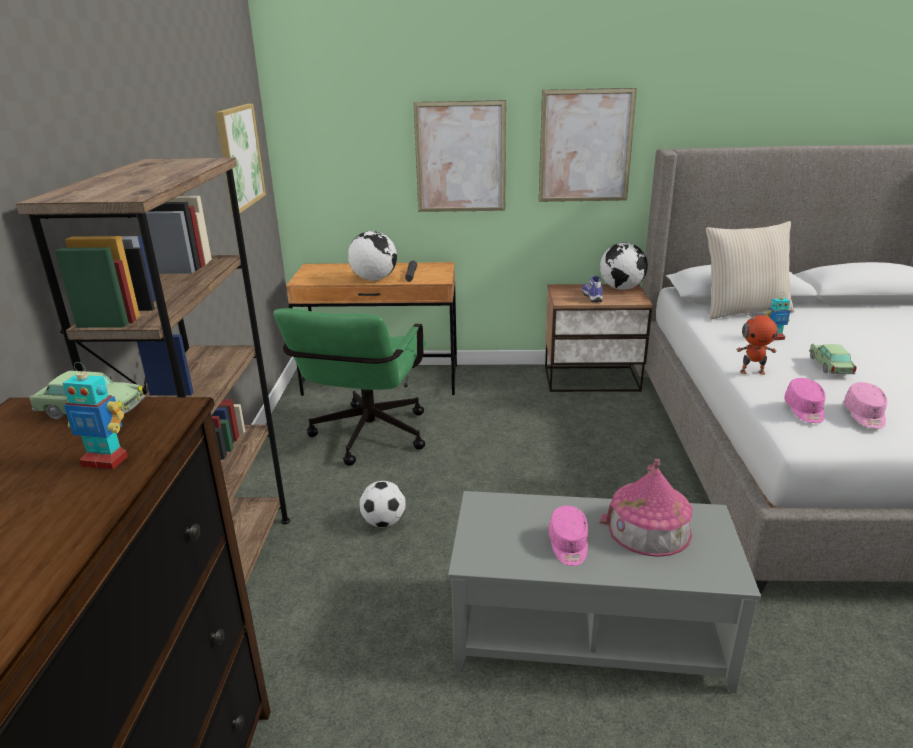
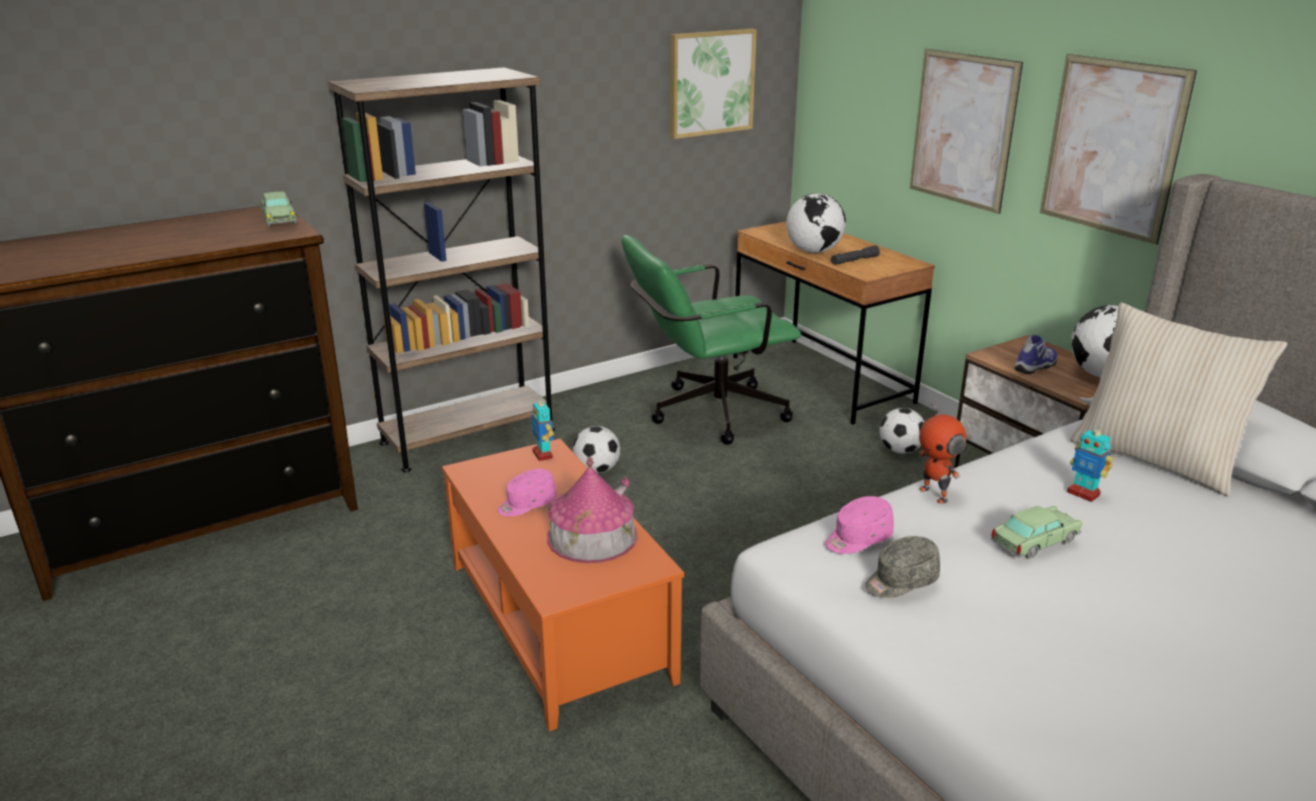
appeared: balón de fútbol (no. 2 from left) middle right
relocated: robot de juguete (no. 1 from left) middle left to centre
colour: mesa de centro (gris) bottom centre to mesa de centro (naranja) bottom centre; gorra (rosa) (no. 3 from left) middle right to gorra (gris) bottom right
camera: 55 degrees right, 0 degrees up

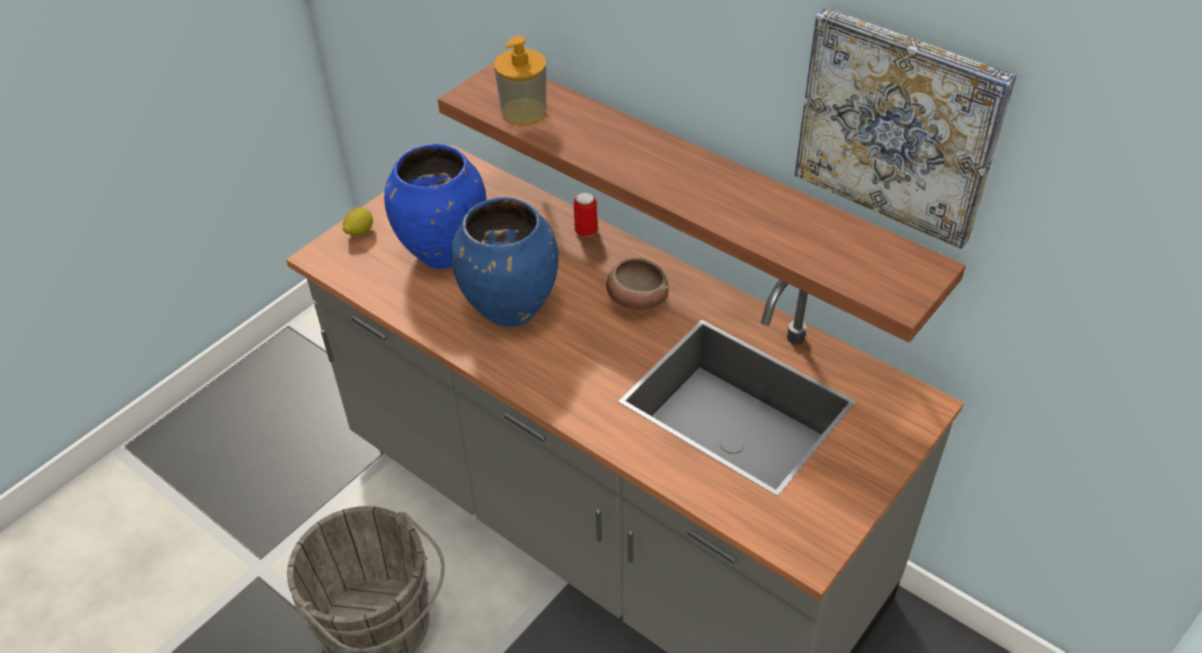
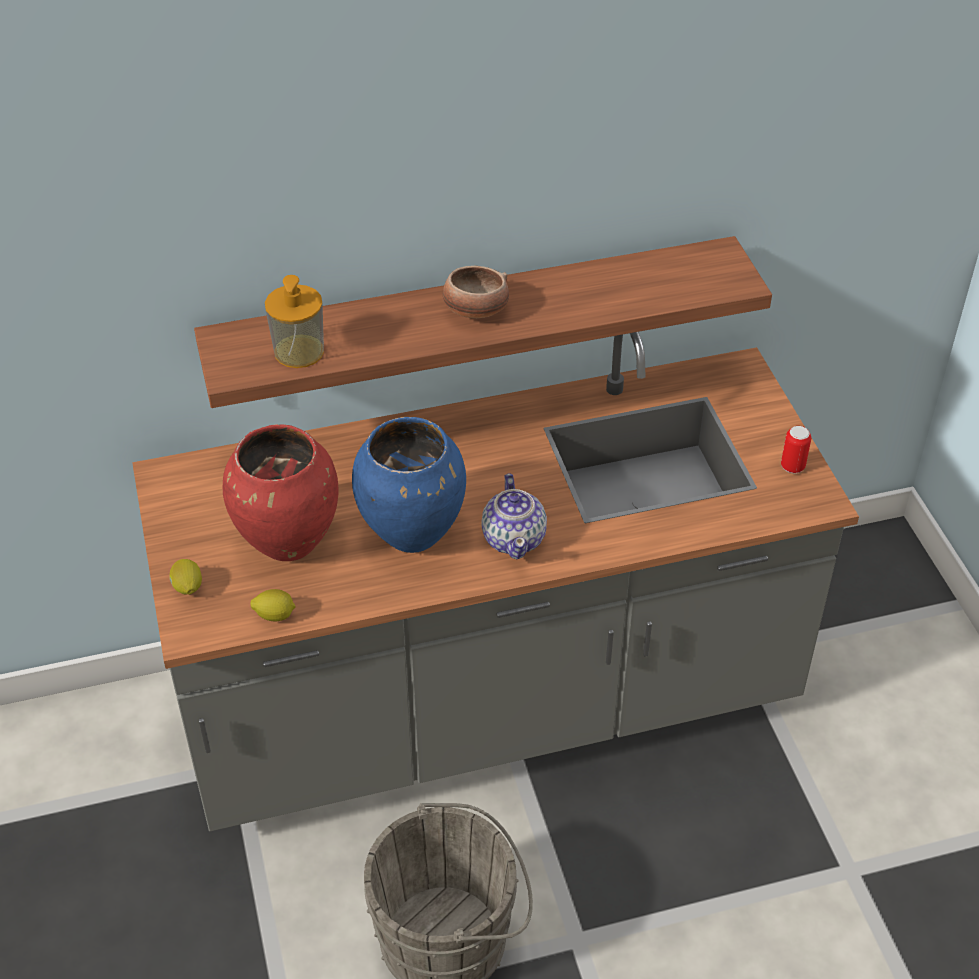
missing: cuadro top right
appeared: limón (no. 2 from left) middle left; tetera centre
relocated: cuenco centre to top centre; lata top centre to middle right
colour: florero (azul) (no. 1 from left) top centre to florero (rojo) middle left
camera: 55 degrees left, 0 degrees up

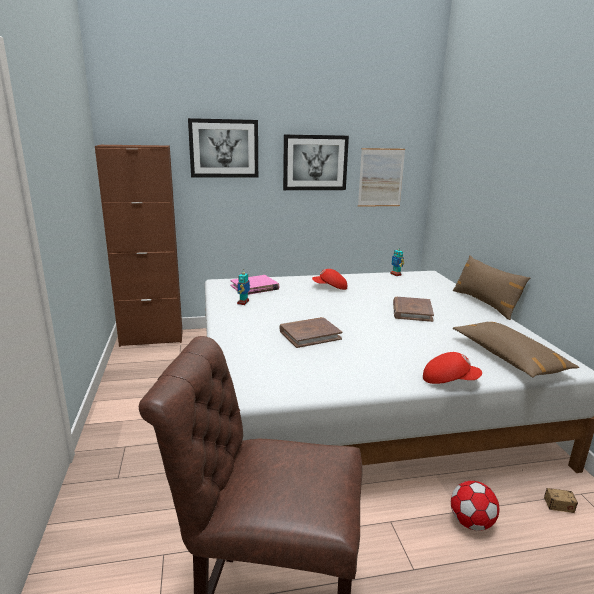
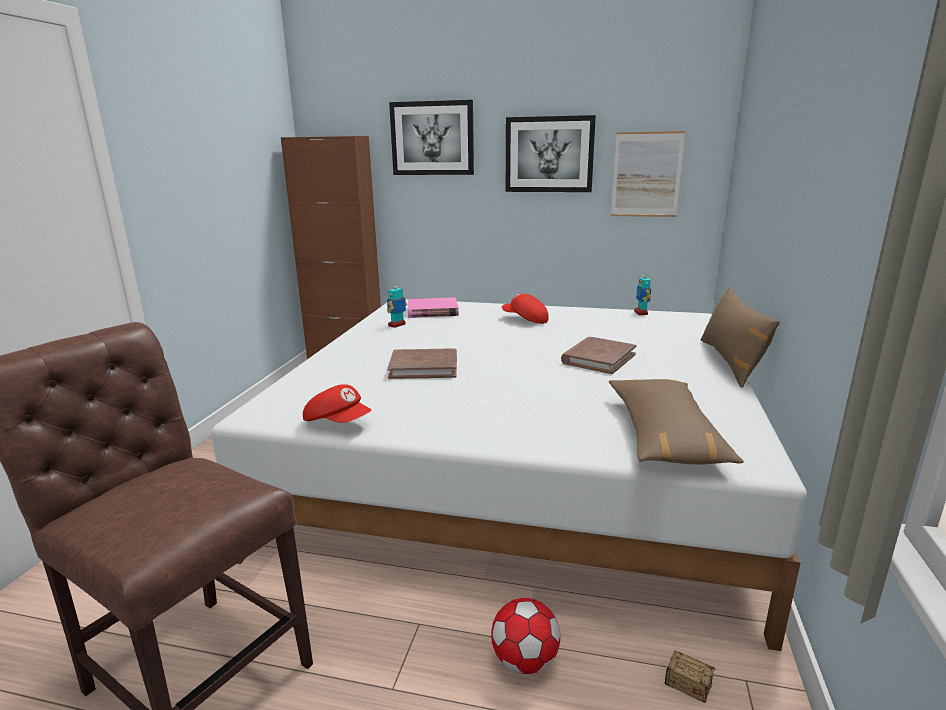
relocated: gorra (rojo) (no. 2 from left in the first image) middle right to gorra (rojo) (no. 1 from left) centre
camera: 25 degrees right, 0 degrees up

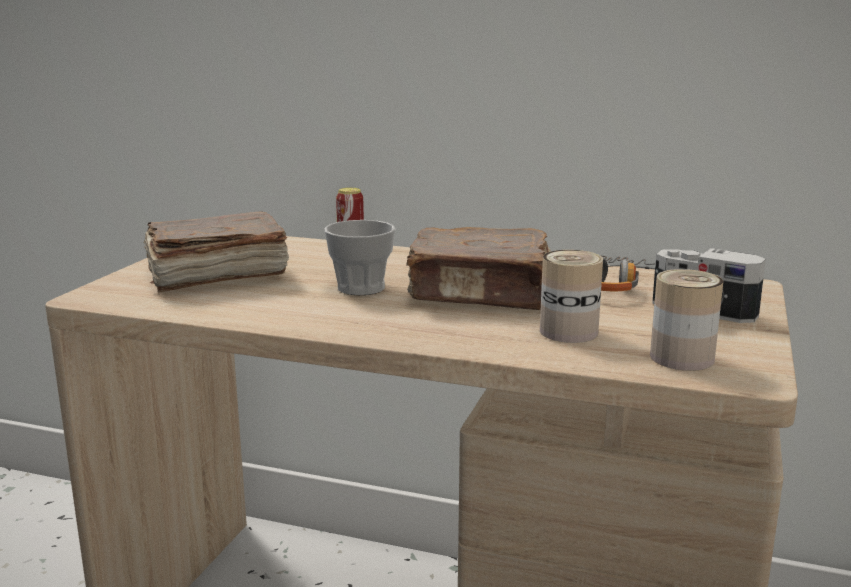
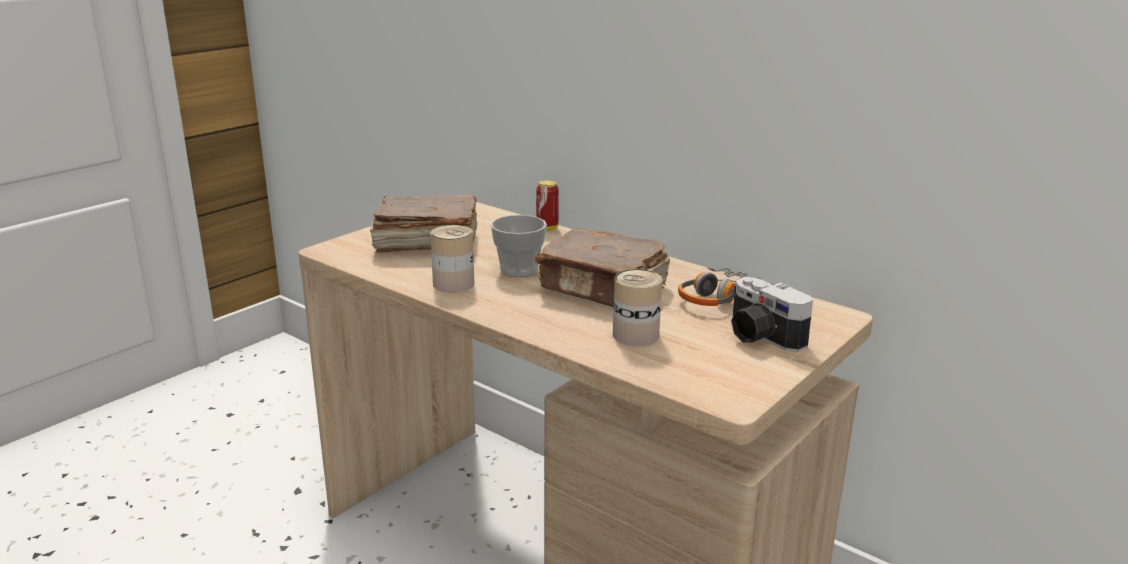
relocated: lata (no. 3 from left in the first image) middle right to lata (no. 1 from left) centre
camera: 20 degrees right, 5 degrees up

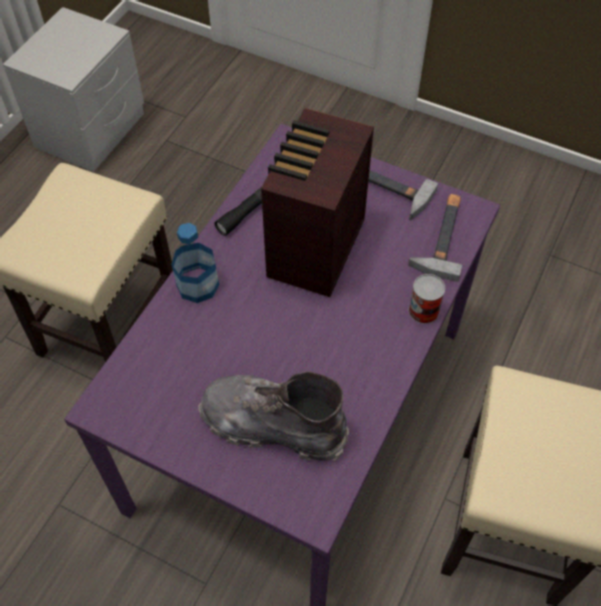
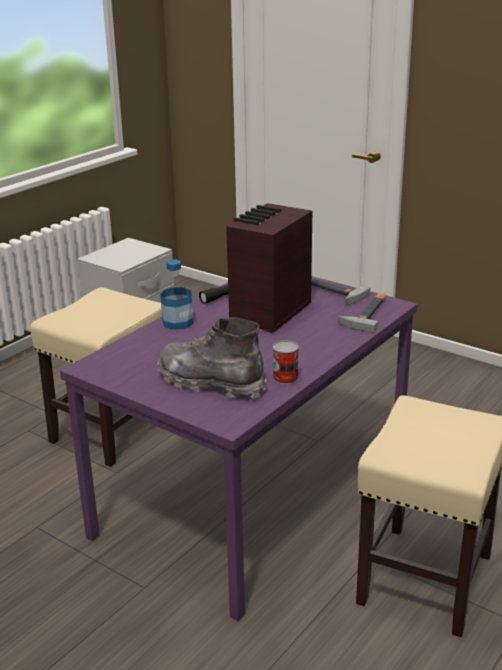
relocated: lata middle right to centre
camera: 10 degrees right, 30 degrees down

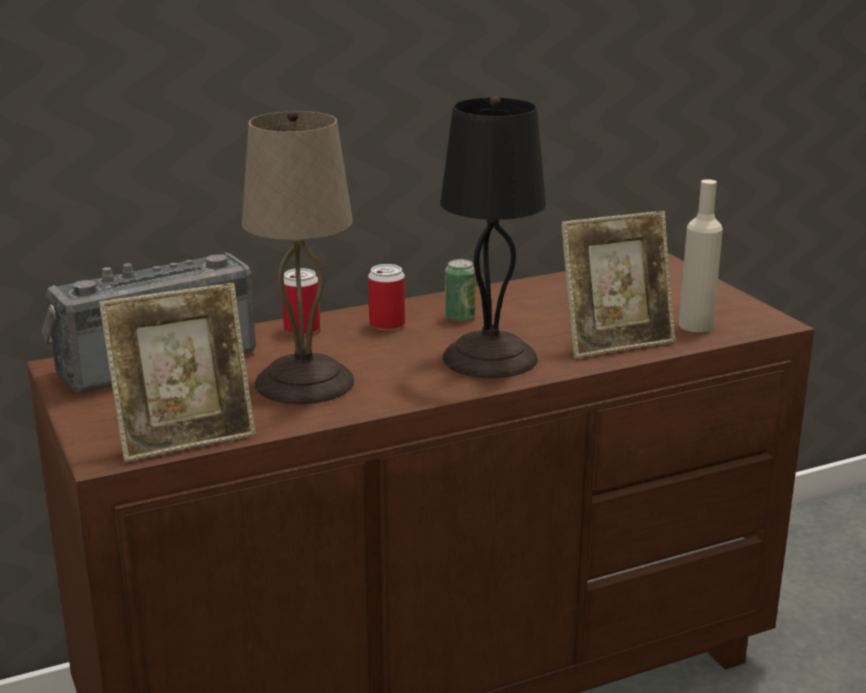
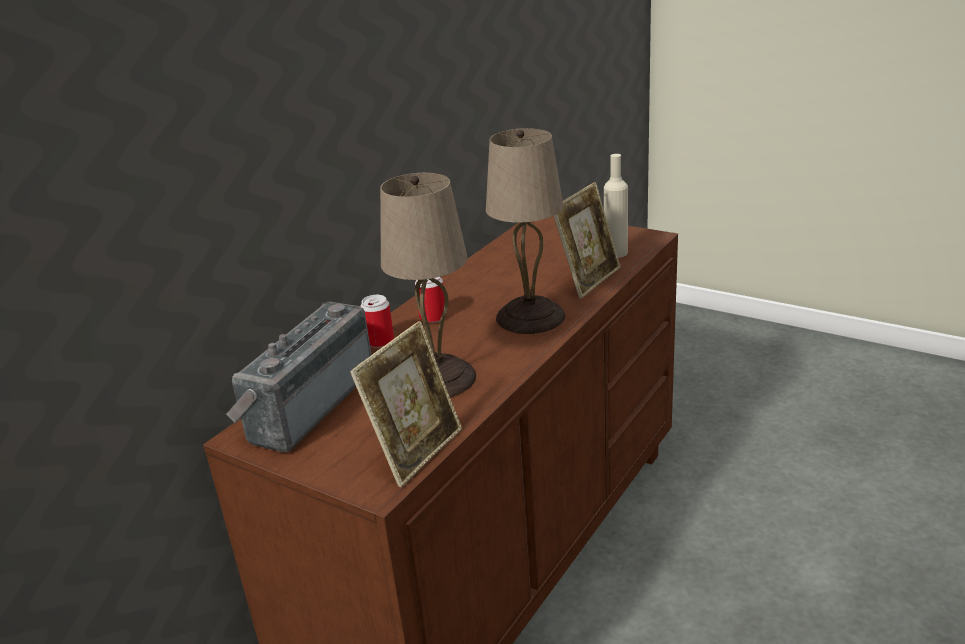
missing: lata (no. 3 from left) centre
colour: lámpara de mesa (negro) centre to lámpara de mesa (beis) (no. 2 from left) centre
camera: 30 degrees left, 5 degrees up

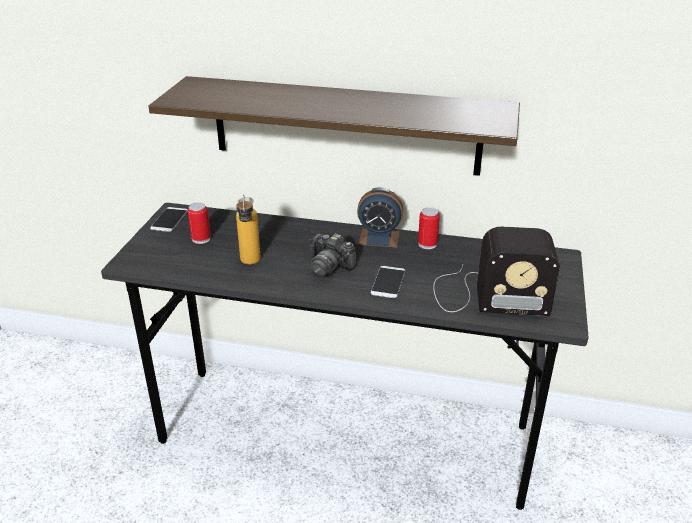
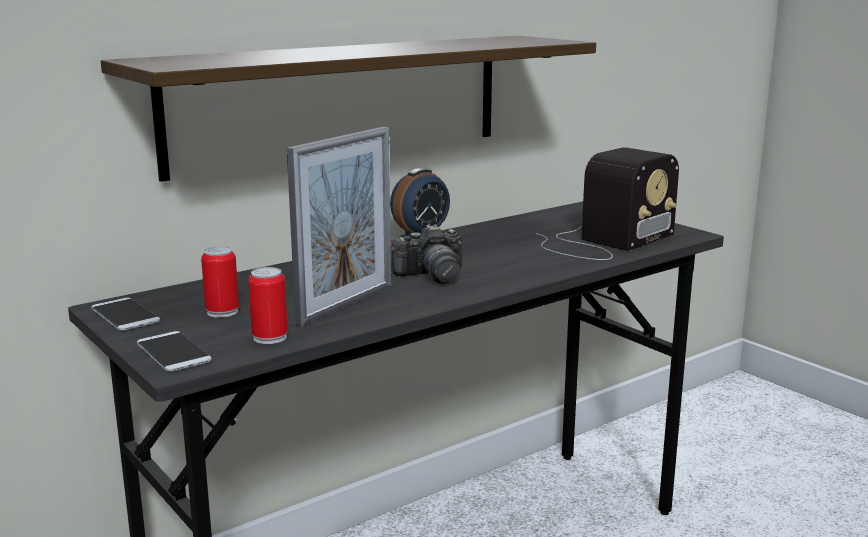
relocated: móvil (no. 2 from left) centre to middle left; lata (no. 2 from left) centre to middle left
exchanged: botella centre to portarretratos centre
camera: 50 degrees left, 15 degrees down

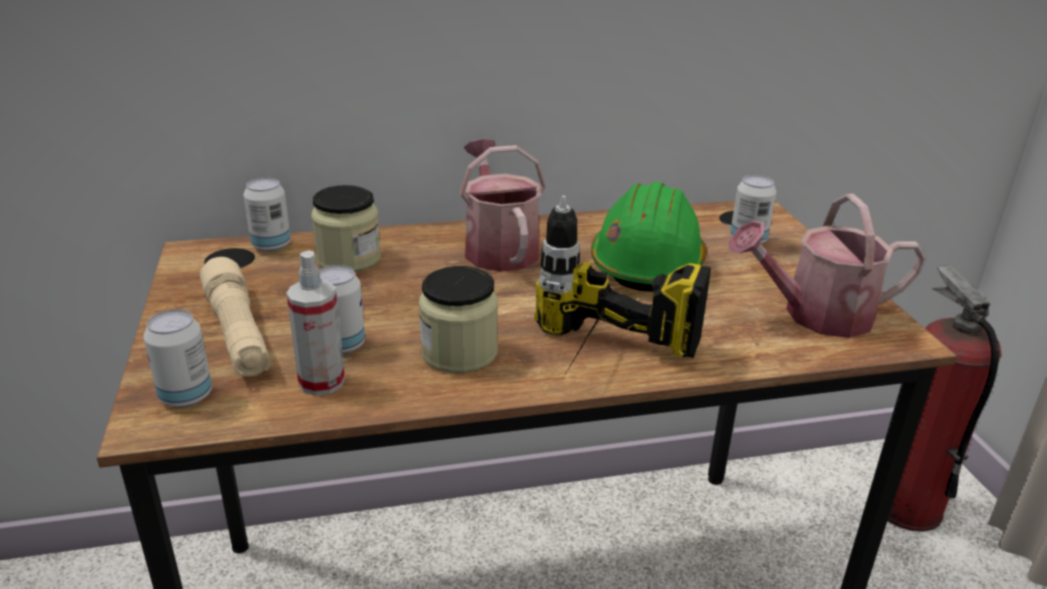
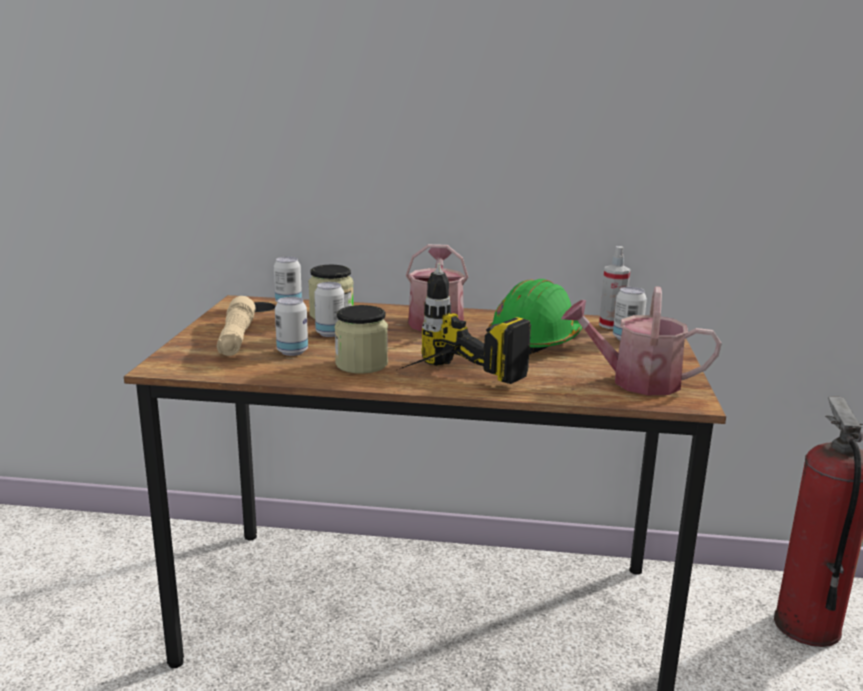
relocated: lata (no. 1 from left in the first image) middle left to lata (no. 3 from left) centre; pulverizador middle left to middle right
camera: 20 degrees right, 10 degrees down

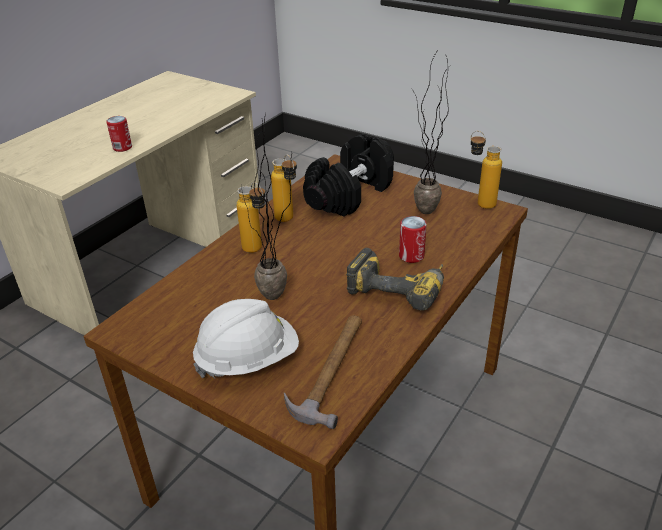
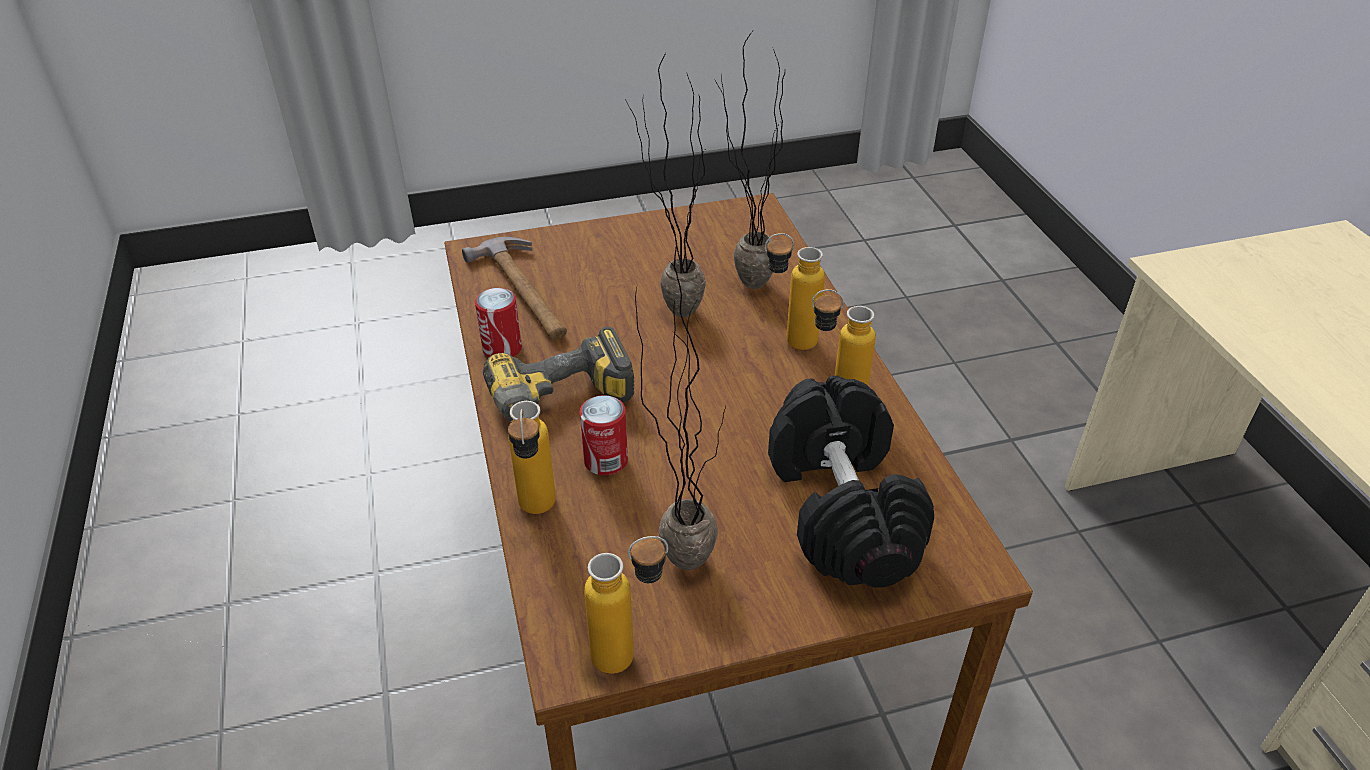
missing: casco (blanco) centre
appeared: botella (no. 1 from left) centre; planta en maceta (no. 3 from left) top centre
relocated: lata (no. 1 from left) top left to centre
camera: 130 degrees right, 5 degrees up

